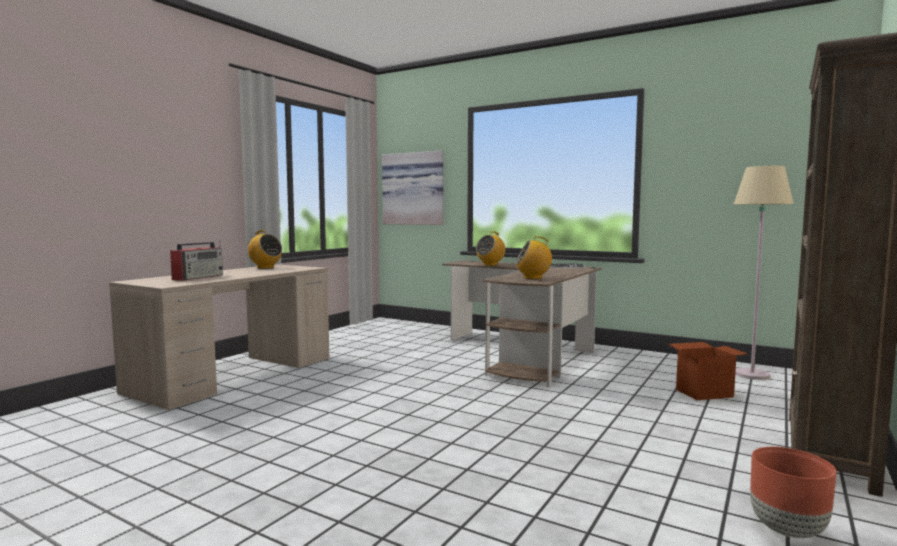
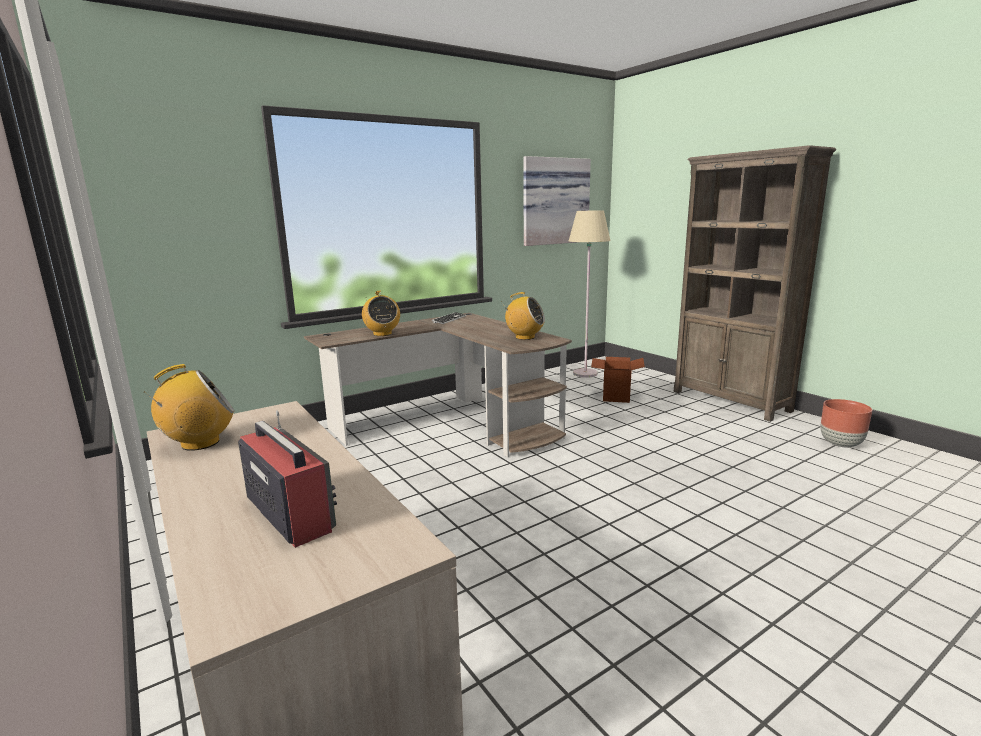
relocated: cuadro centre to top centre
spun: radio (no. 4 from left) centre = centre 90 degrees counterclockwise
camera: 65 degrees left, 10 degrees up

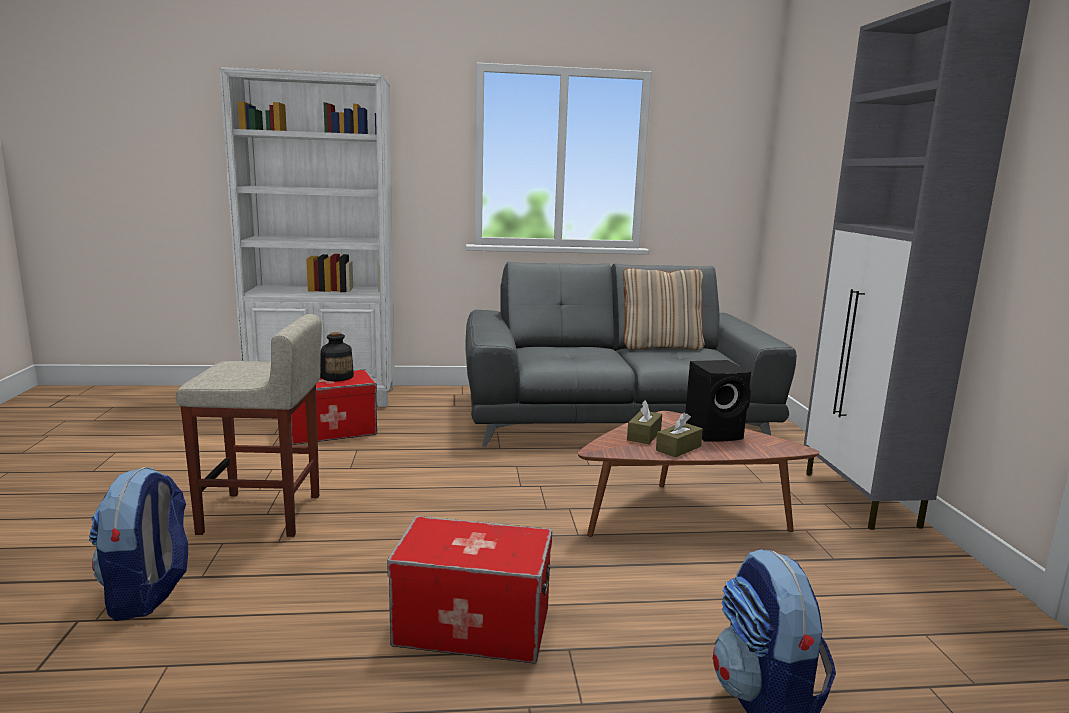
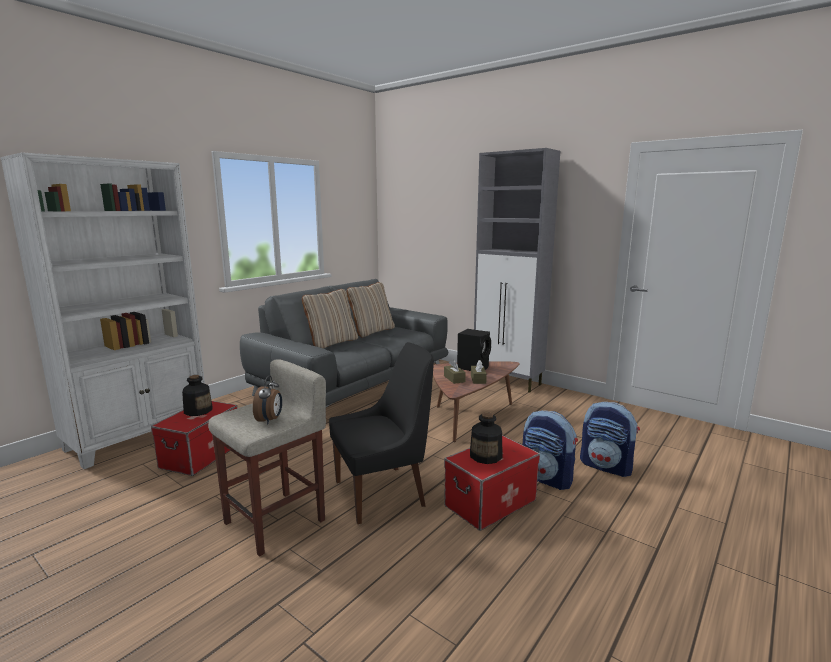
appeared: despertador middle left; cojín (beis) (no. 1 from left) centre; silla (negro) centre; botella (no. 2 from left) centre
relocated: mochila (no. 1 from left) bottom left to bottom centre
camera: 45 degrees left, 0 degrees up

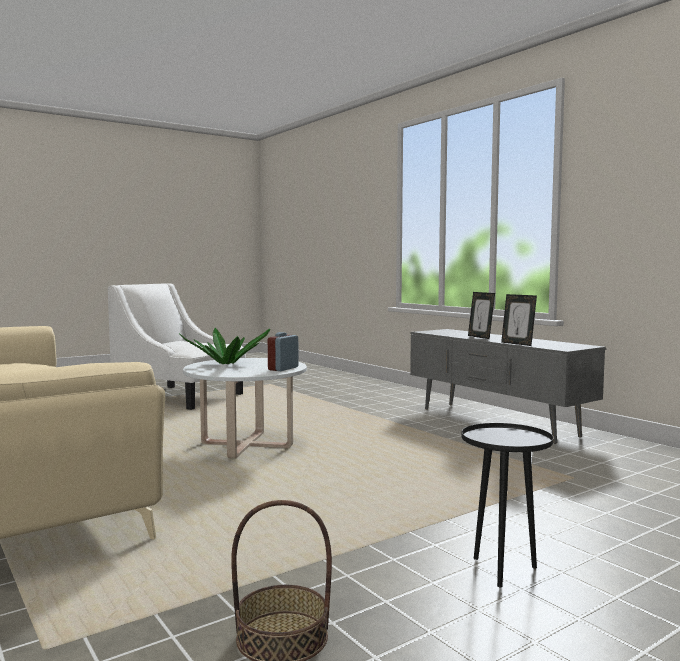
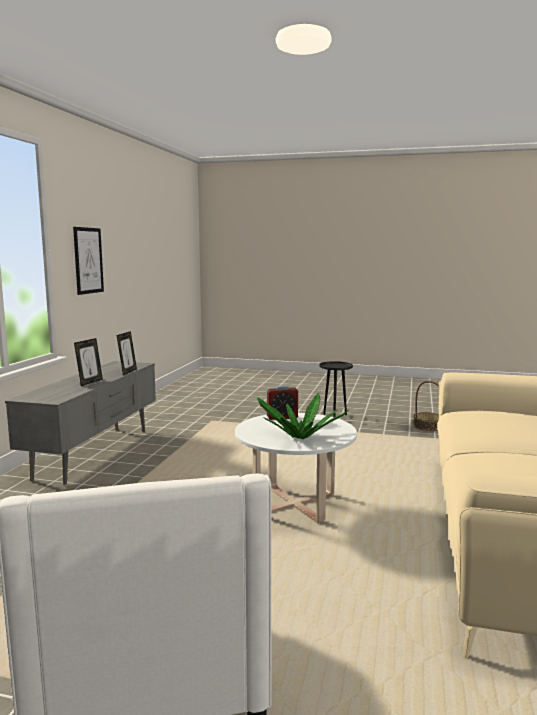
appeared: cuadro middle left
camera: 130 degrees left, 5 degrees up

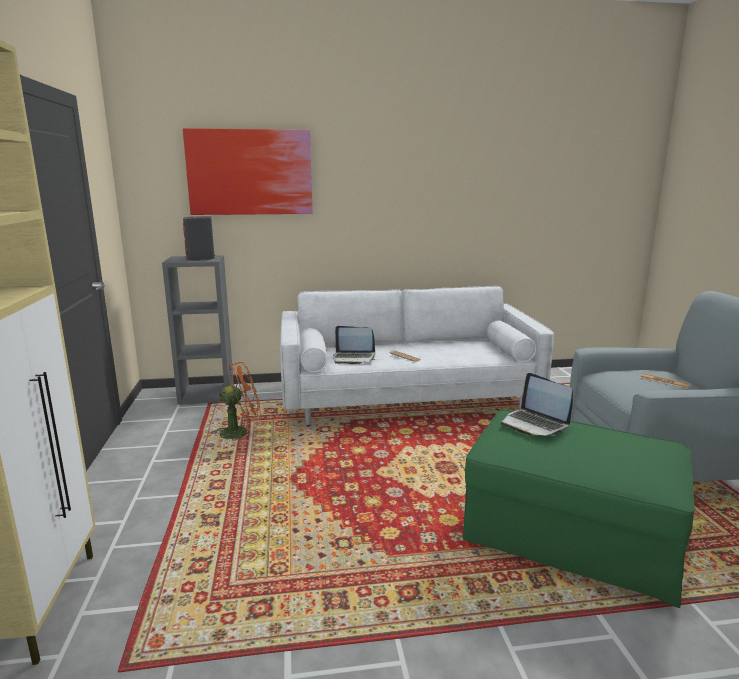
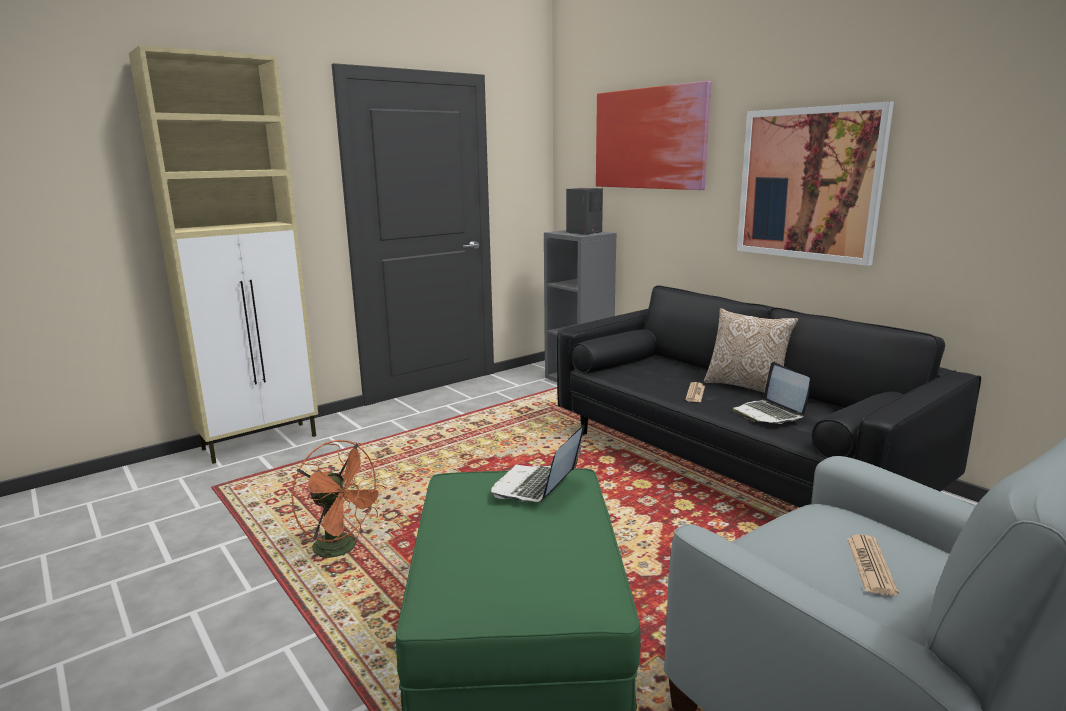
appeared: cojín middle right; cuadro (no. 2 from left) top right
relocated: ventilador (naranja) middle left to bottom left; portátil (no. 1 from left in the first image) centre to portátil (no. 2 from left) middle right
colour: sofá (blanco) centre to sofá (negro) middle right
camera: 60 degrees right, 0 degrees up

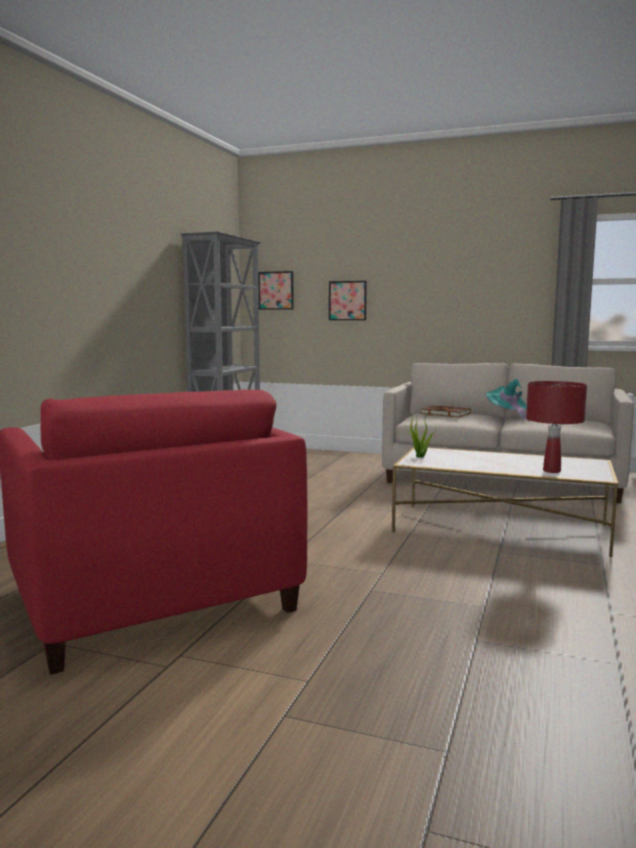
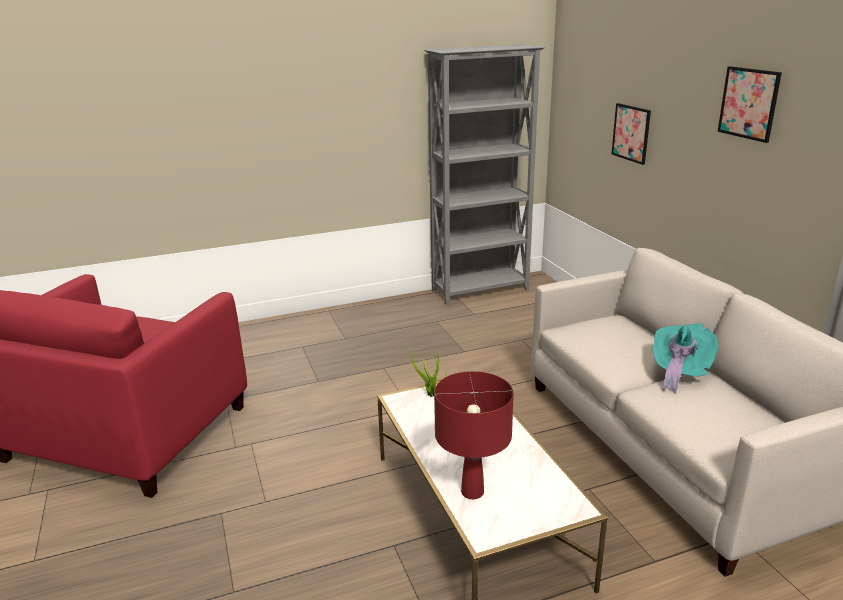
missing: libro (marrón) middle right
relocated: cuadro (no. 1 from left in the first image) centre to cuadro (no. 2 from left) top right
camera: 50 degrees right, 15 degrees up

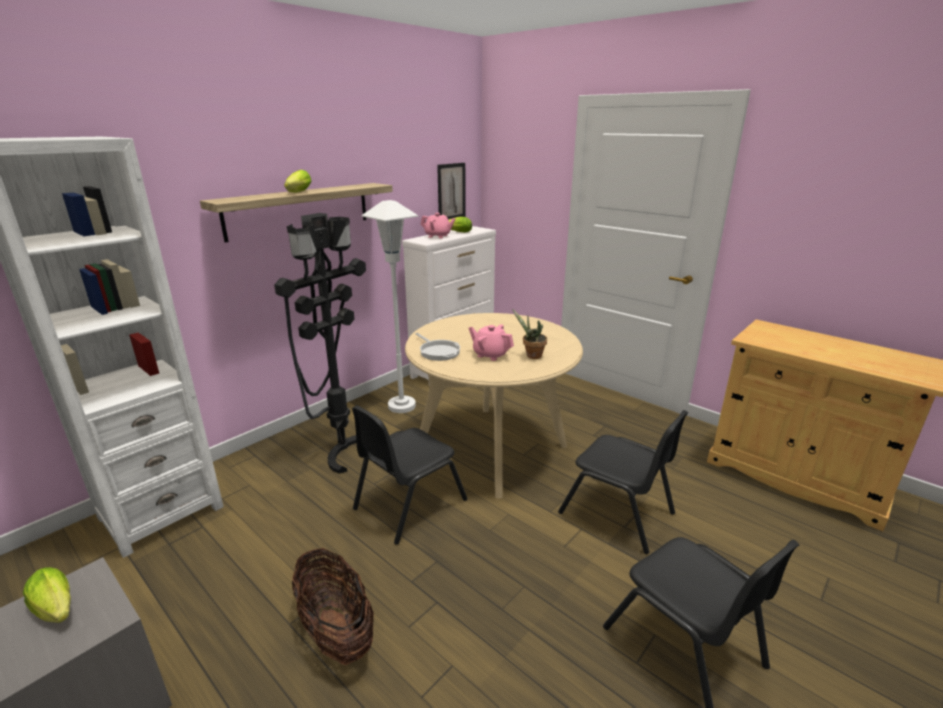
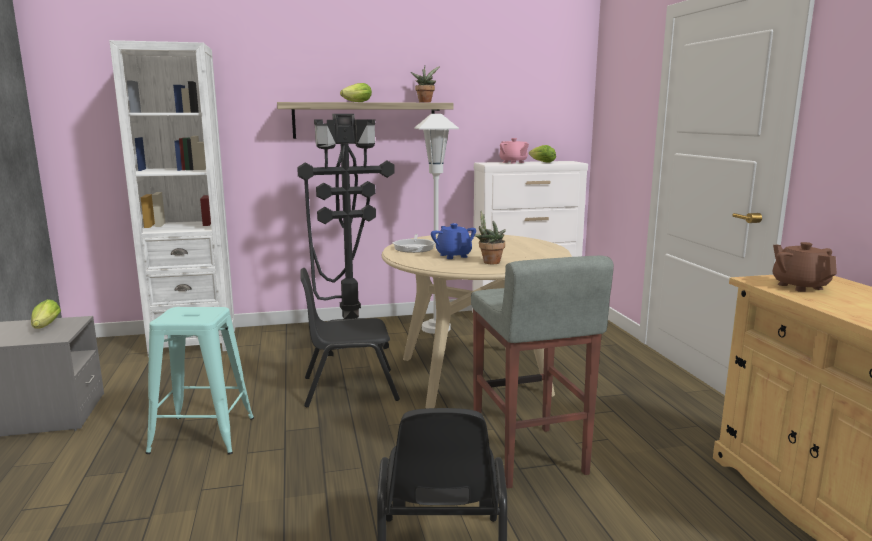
missing: cuadro top centre
appeared: planta en maceta (no. 1 from left) top centre; tetera (marrón) middle right
exchanged: cesta bottom centre to taburete (turquesa) bottom left; silla (negro) (no. 2 from left) bottom centre to taburete (gris) bottom centre
colour: tetera (rosa) (no. 2 from left) centre to tetera (azul) centre
camera: 35 degrees right, 10 degrees down

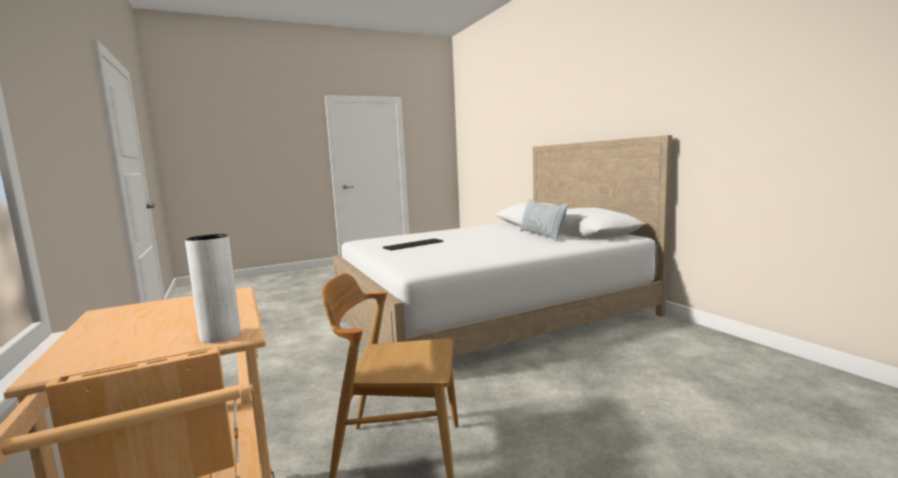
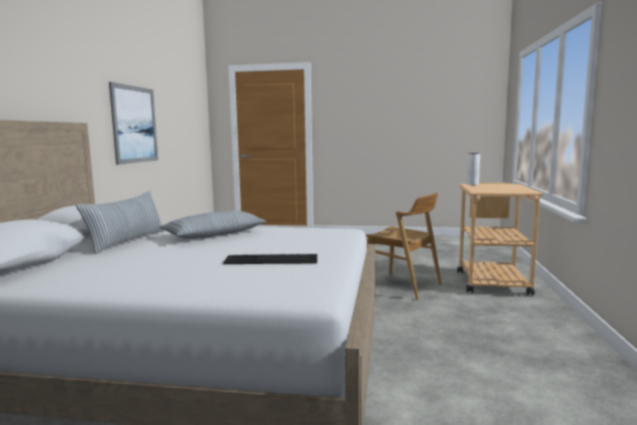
appeared: cuadro top left; cojín (no. 2 from left) middle left
camera: 145 degrees left, 0 degrees up

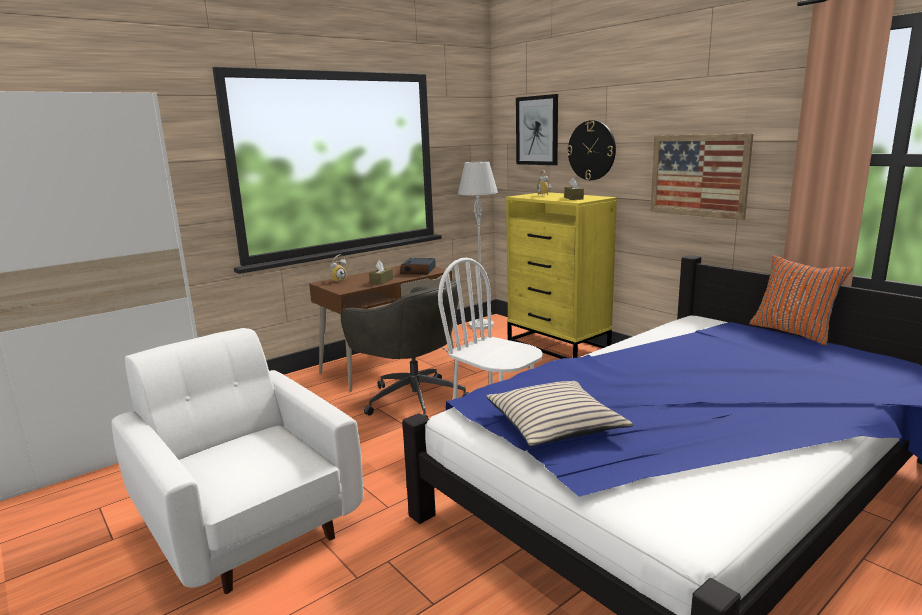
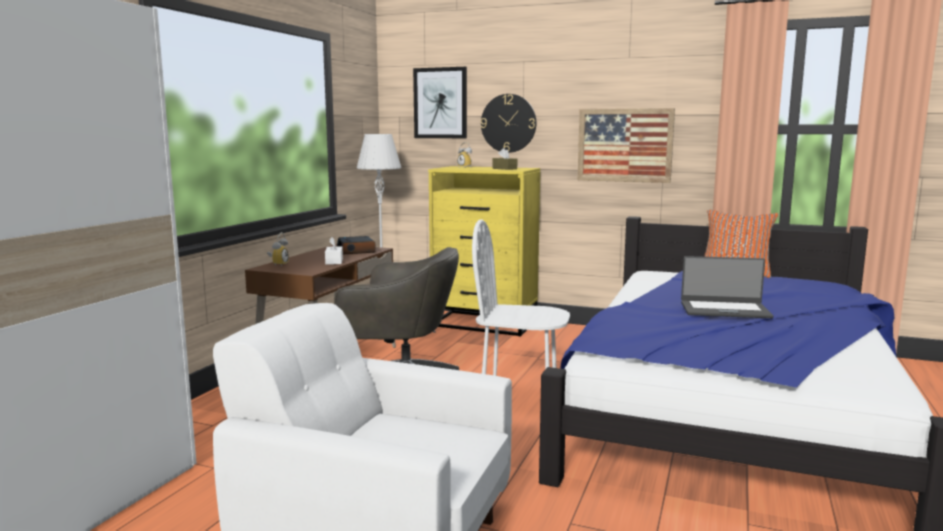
missing: cojín (beis) bottom centre
appeared: portátil middle right
colour: caja de pañuelos (marrón) (no. 1 from left) centre to caja de pañuelos (blanco) centre
camera: 30 degrees left, 5 degrees down

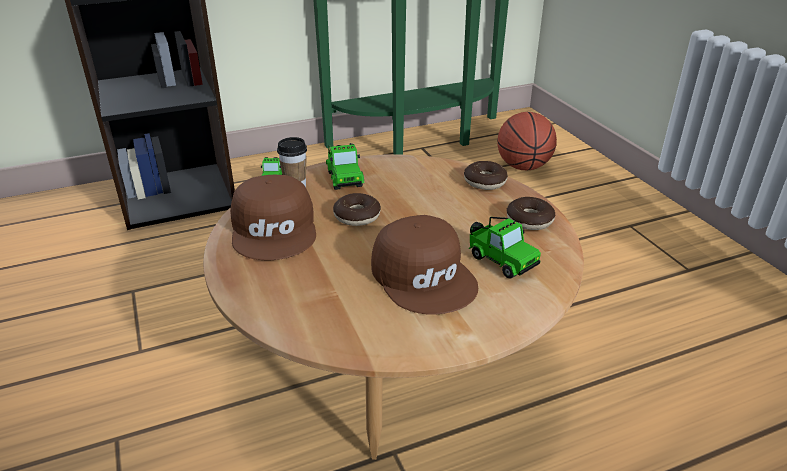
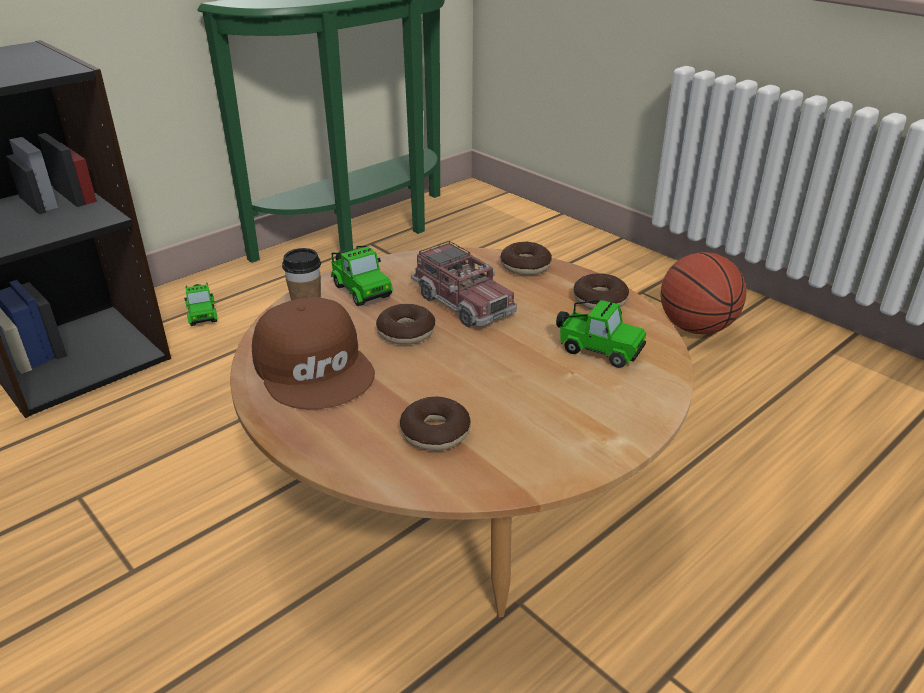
missing: gorra (marrón) (no. 2 from left) centre
appeared: rosquilla (no. 2 from left) centre; camión de juguete centre
relocated: balón de baloncesto top right to middle right
camera: 20 degrees left, 0 degrees up

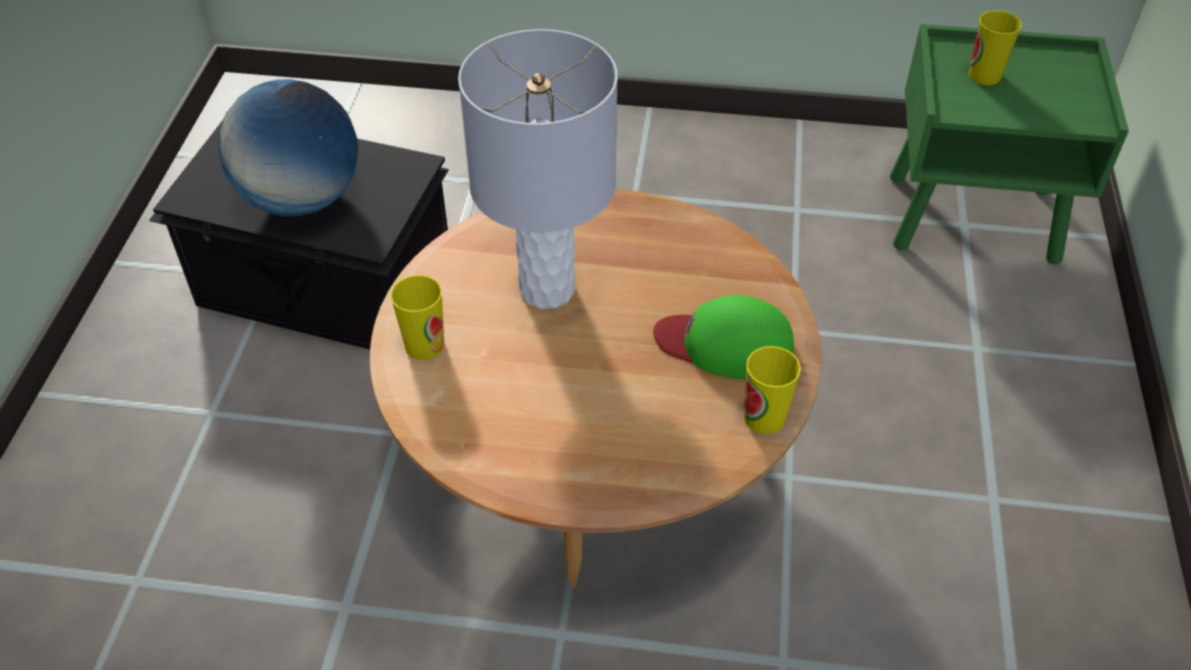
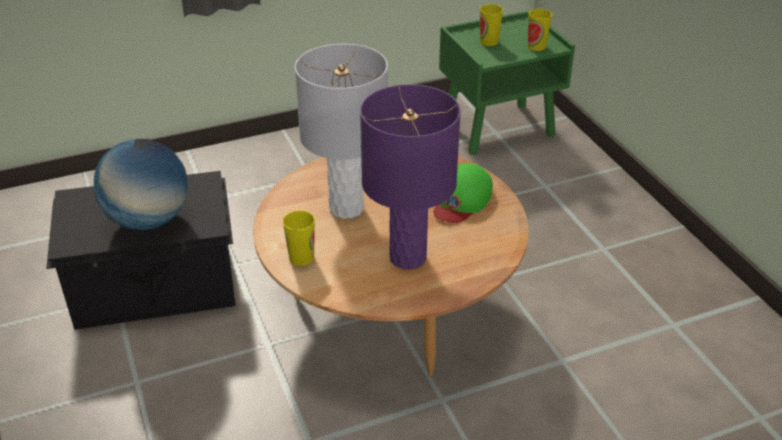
appeared: lámpara de mesa (morado) centre
relocated: taza (no. 2 from left in the first image) centre to taza (no. 3 from left) top right
spun: gorra (verde) centre = centre 45 degrees counterclockwise
camera: 30 degrees left, 10 degrees down

